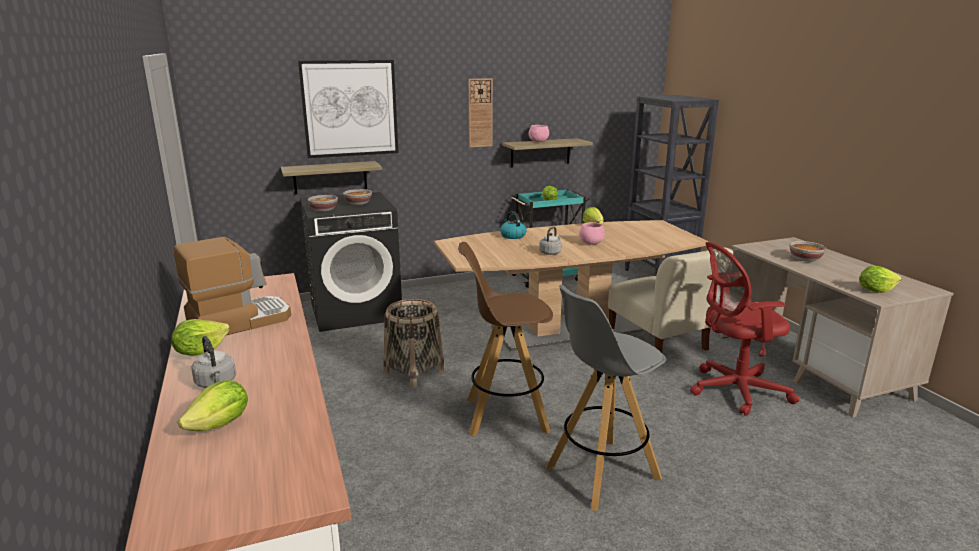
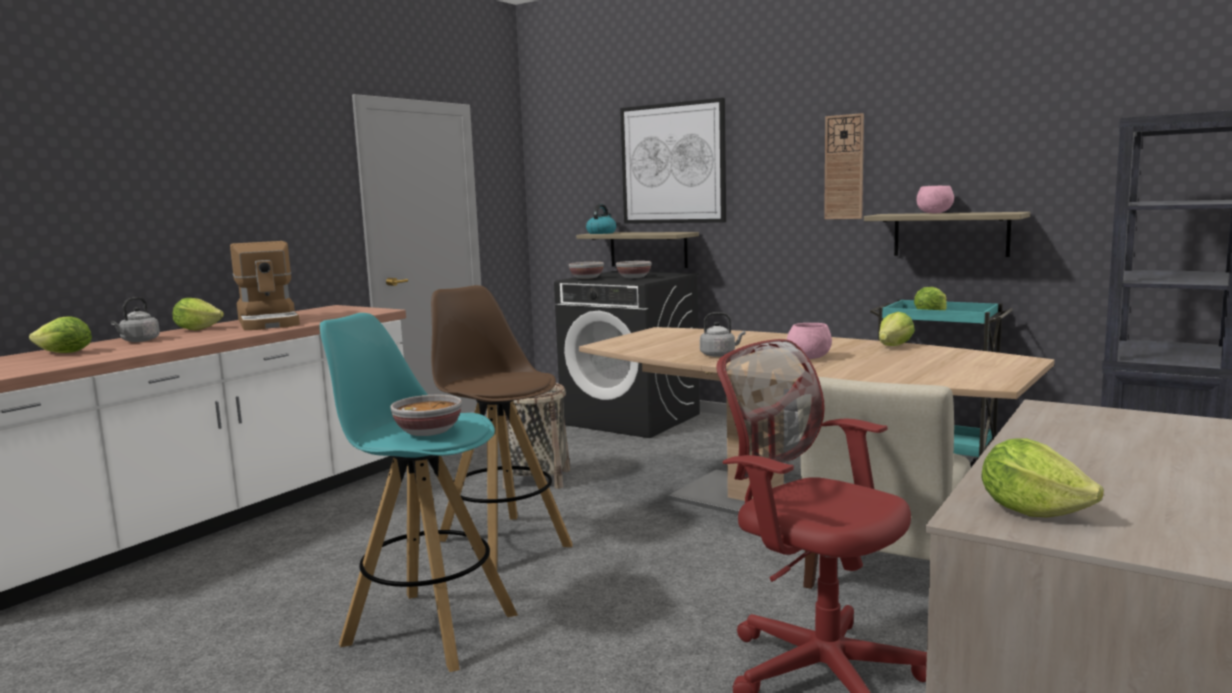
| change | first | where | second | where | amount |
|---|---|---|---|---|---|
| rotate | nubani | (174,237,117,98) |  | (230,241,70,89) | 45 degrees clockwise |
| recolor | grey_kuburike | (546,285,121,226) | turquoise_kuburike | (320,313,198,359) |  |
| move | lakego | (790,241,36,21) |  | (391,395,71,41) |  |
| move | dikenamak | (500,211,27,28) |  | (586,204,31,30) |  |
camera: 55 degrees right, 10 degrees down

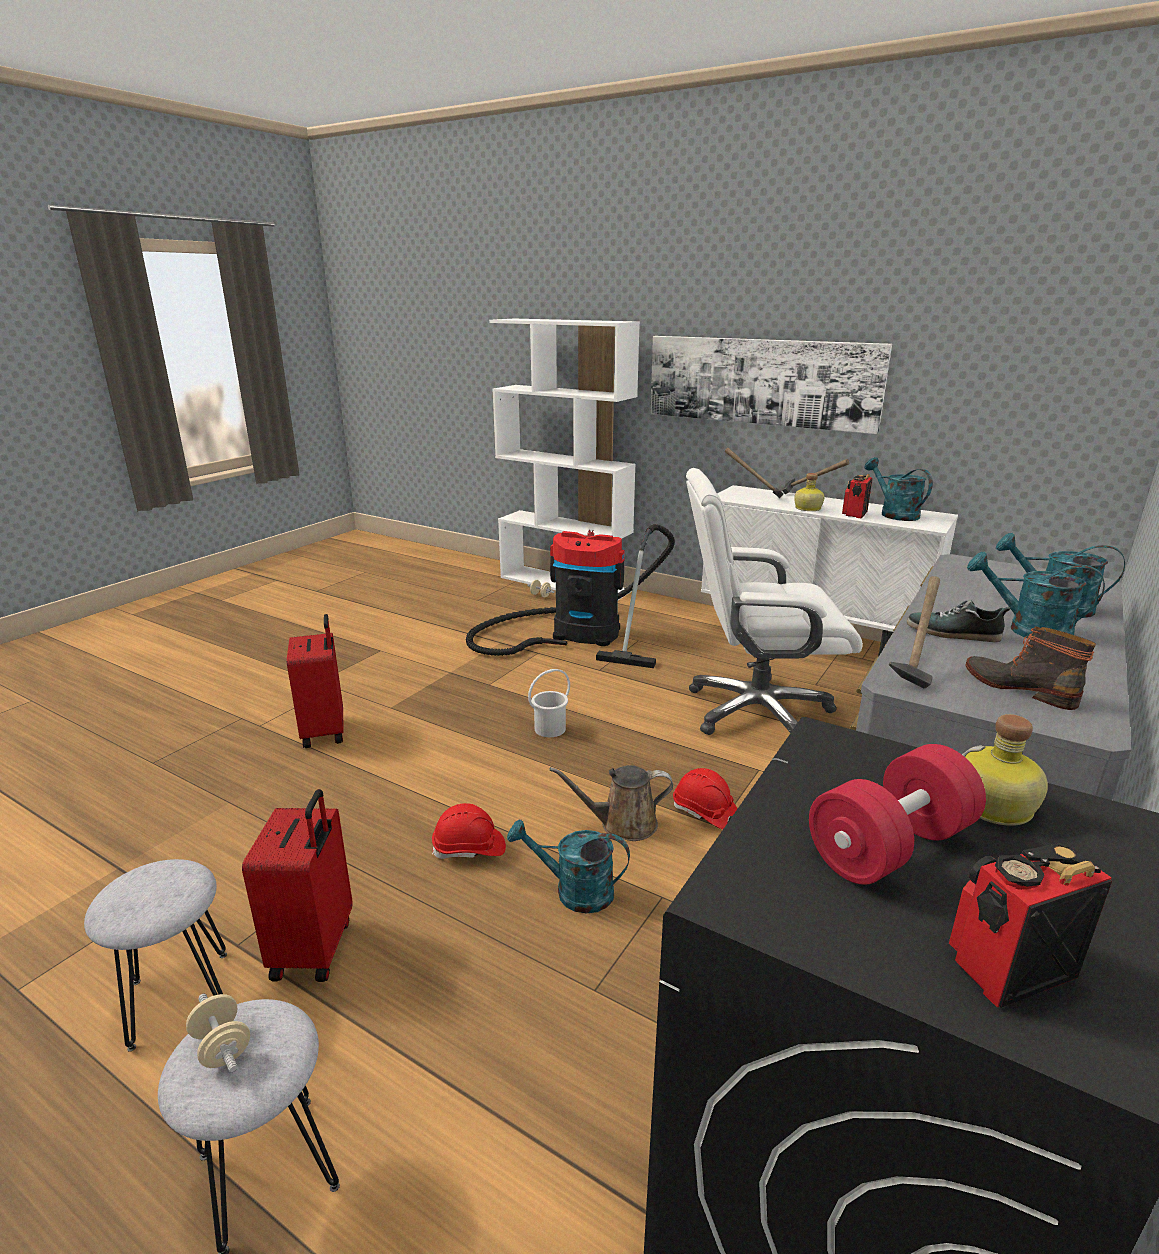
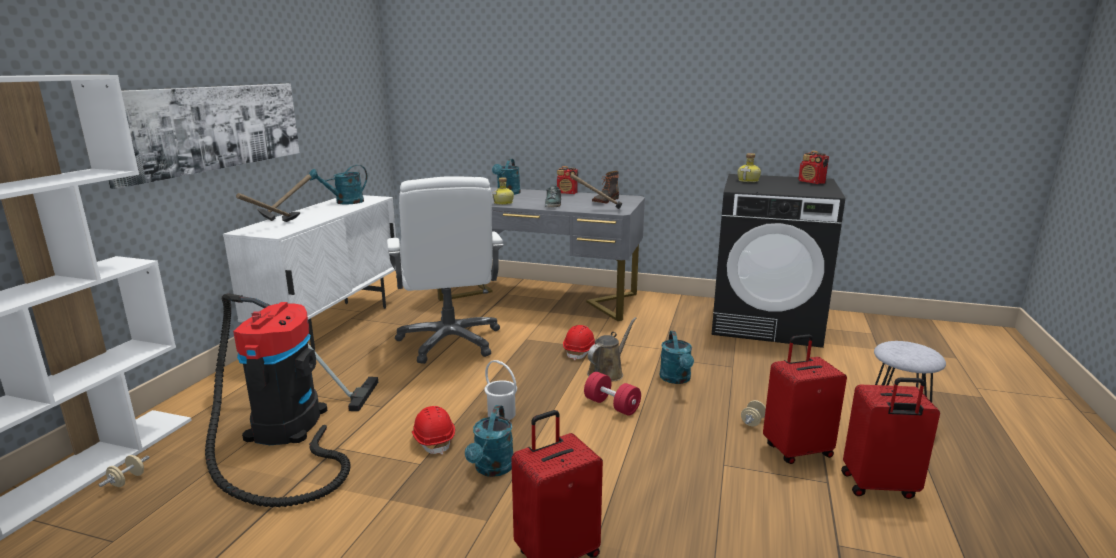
| change | first | where | second | where | amount |
|---|---|---|---|---|---|
| move | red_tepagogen | (432,803,74,56) |  | (412,406,43,49) |  |
| move | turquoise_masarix | (967,552,138,86) |  | (465,405,48,72) |  |
| move | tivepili | (794,473,31,38) |  | (493,177,21,28) |  |
| move | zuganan | (842,474,31,44) |  | (557,166,21,28) |  |
| move | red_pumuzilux | (809,744,177,141) |  | (584,372,57,44) |  |
| rotate | brown_masarix | (550,765,123,76) |  | (587,317,50,65) | 120 degrees counterclockwise |
| move | beige_pumuzilux | (186,994,64,78) |  | (741,400,25,26) |  |
| replace | grey_kuburike | (84,859,143,193) | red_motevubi | (841,377,99,122) |  |
camera: 105 degrees left, 5 degrees down

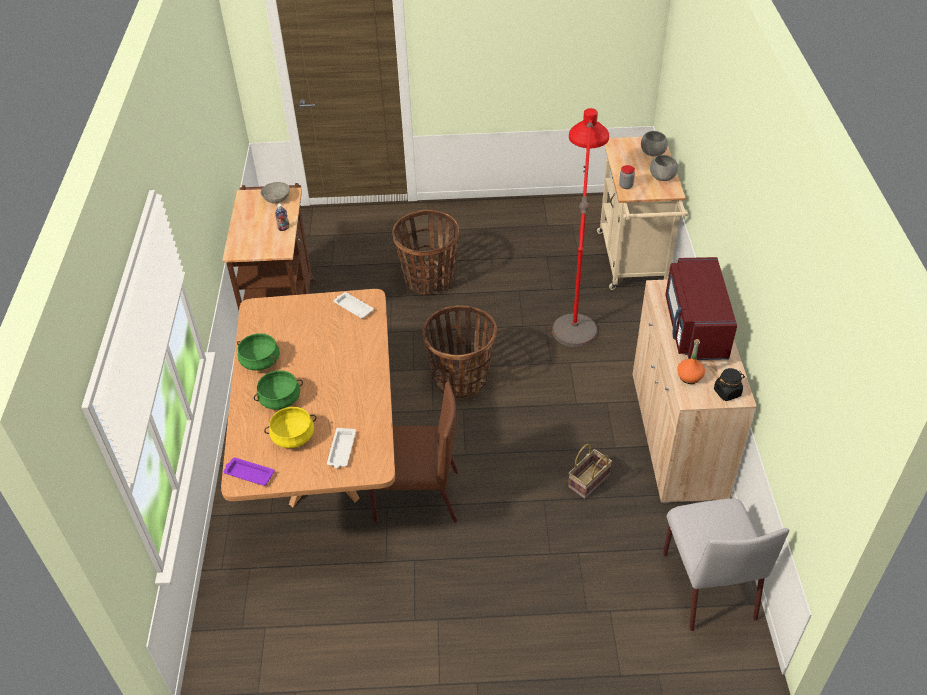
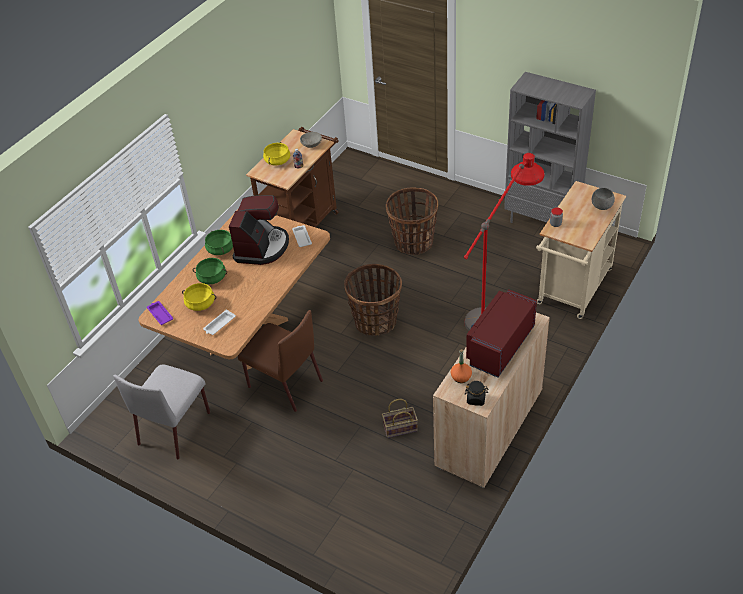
| change | first | where | second | where | amount |
|---|---|---|---|---|---|
| move | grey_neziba | (663,498,126,133) |  | (113,365,97,94) |  |
| insert |  |  | nubani | (229,195,60,70) |  |
| insert |  |  | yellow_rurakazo | (263,142,27,24) |  |
| insert |  |  | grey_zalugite | (504,72,92,151) |  |
| delete | grey_lakego | (650,155,28,26) |  |  |  |
camera: 35 degrees right, 0 degrees up

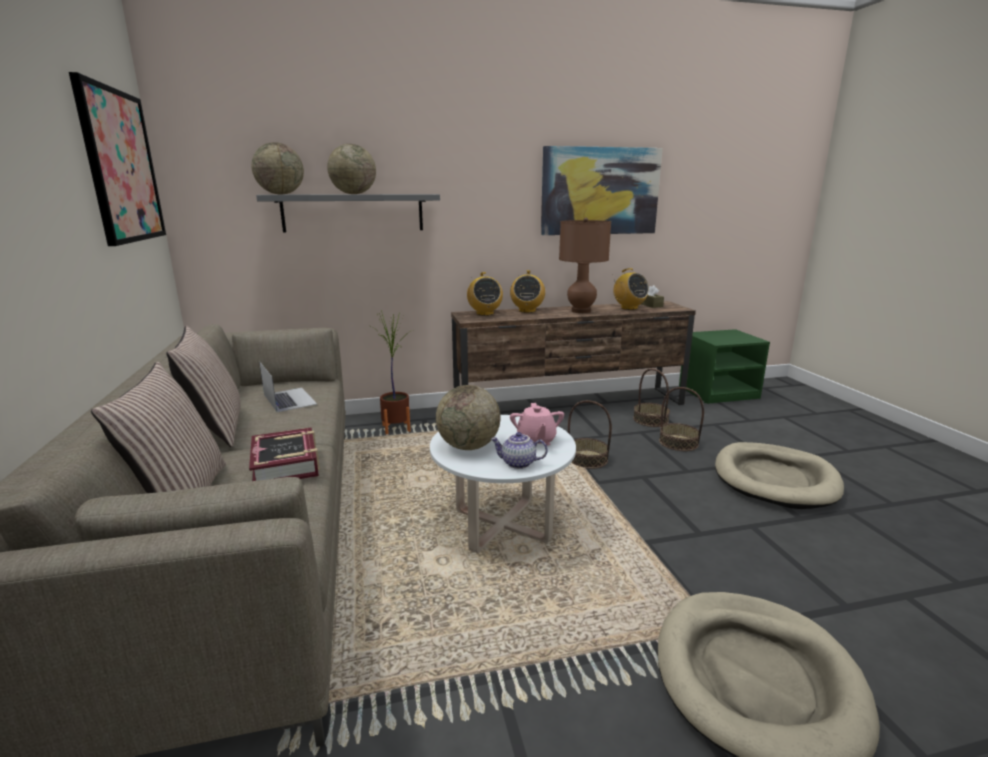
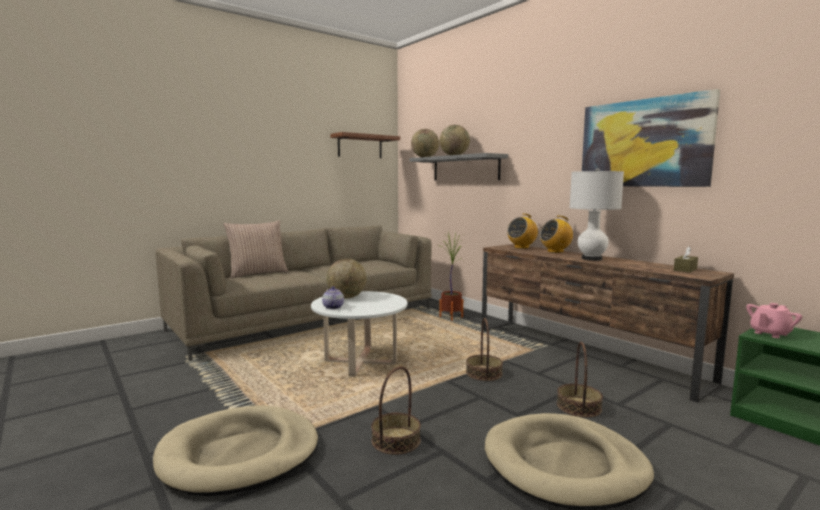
| change | first | where | second | where | amount |
|---|---|---|---|---|---|
| replace | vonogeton | (69,72,97,174) | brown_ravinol | (330,132,70,26) |  |
| move | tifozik | (633,368,37,59) |  | (371,366,50,89) |  |
| recolor | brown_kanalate | (559,218,52,95) | white_kanalate | (569,168,55,93) |  |
| move | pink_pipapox | (510,403,54,43) |  | (746,303,56,35) |  |
| delete | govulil | (166,326,75,121) |  |  |  |
| delete | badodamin | (249,427,71,54) |  |  |  |
| delete | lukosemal | (259,362,58,50) |  |  |  |
| delete | zuganan | (612,268,37,42) |  |  |  |
camera: 65 degrees right, 10 degrees down

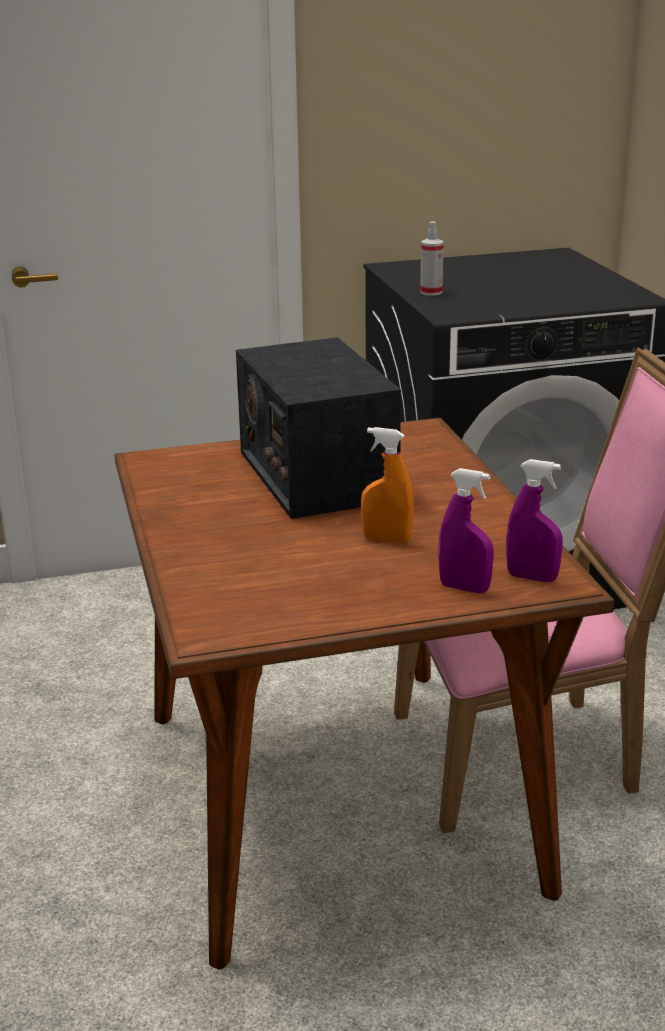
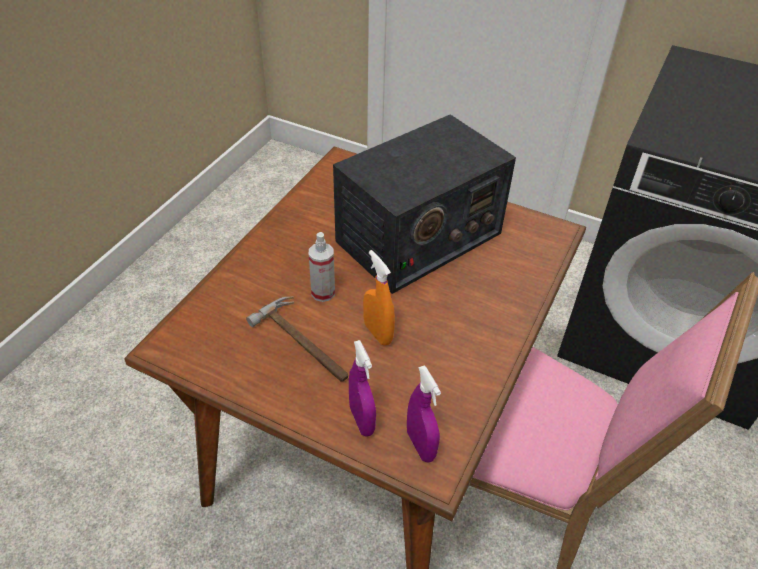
| change | first | where | second | where | amount |
|---|---|---|---|---|---|
| insert |  |  | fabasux | (246,297,102,85) |  |
| move | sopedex | (420,221,24,75) |  | (309,232,26,70) |  |
| rotate | zuganan | (236,337,165,182) |  | (333,114,183,180) | 150 degrees counterclockwise |
camera: 40 degrees right, 20 degrees up

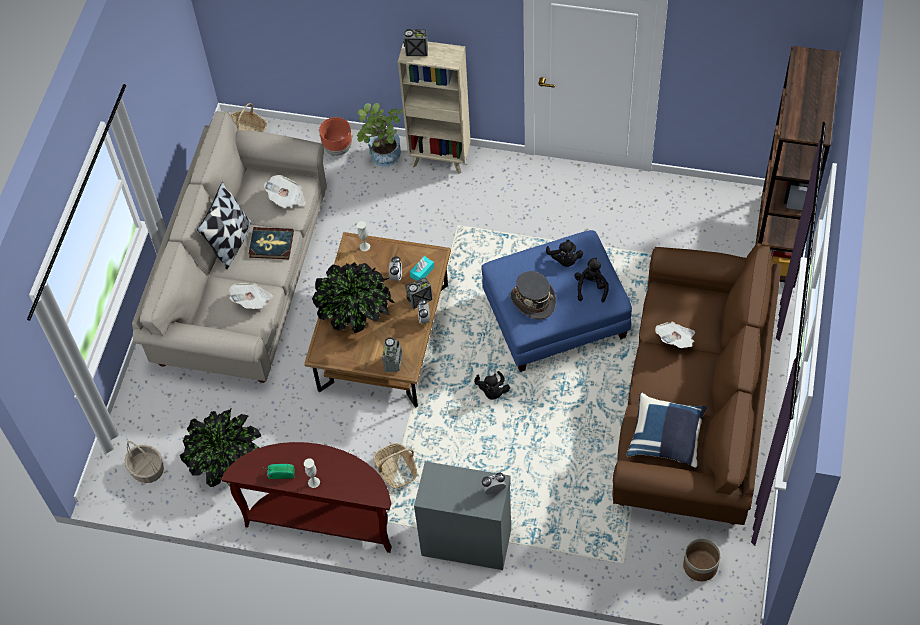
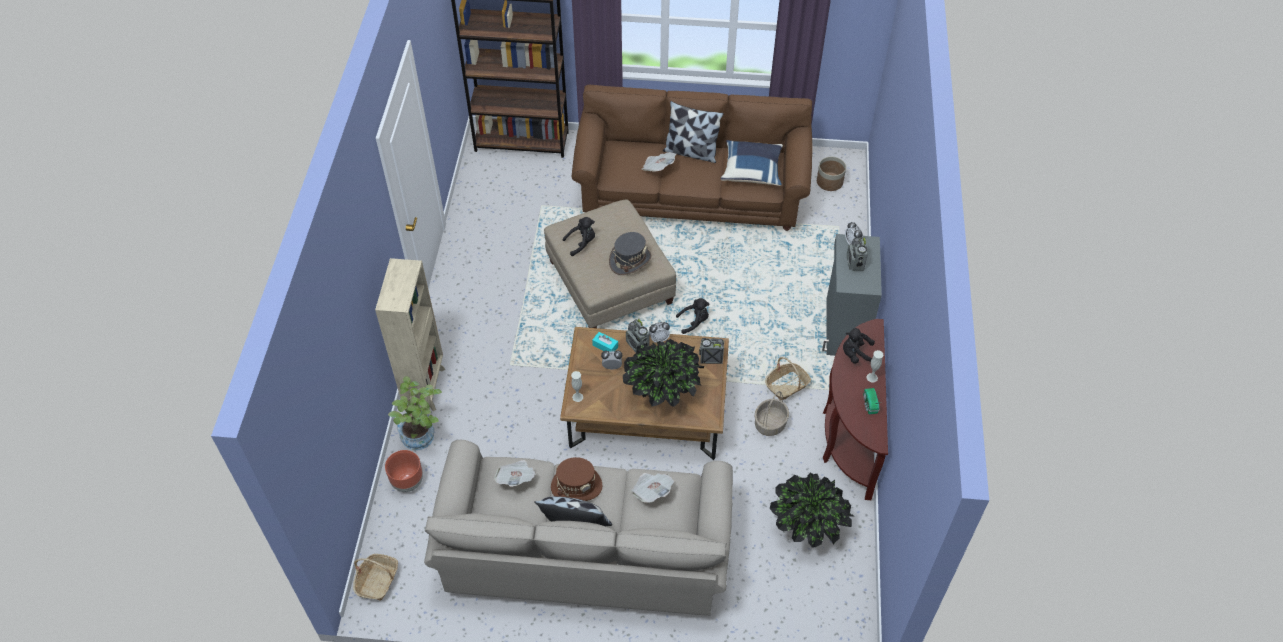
| change | first | where | second | where | amount |
|---|---|---|---|---|---|
| recolor | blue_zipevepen | (481,230,151,142) | beige_zipevepen | (544,200,132,128) |  |
| replace | badodamin | (249,227,45,32) | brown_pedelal | (551,457,52,44) |  |
| insert |  |  | govulil | (663,101,61,62) |  |
| move | tifozik | (125,441,39,42) |  | (755,391,34,45) |  |
| move | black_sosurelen | (574,257,35,45) |  | (843,328,32,36) |  |
| move | zuganan | (403,29,25,27) |  | (847,237,21,34) |  |
camera: 100 degrees left, 5 degrees down

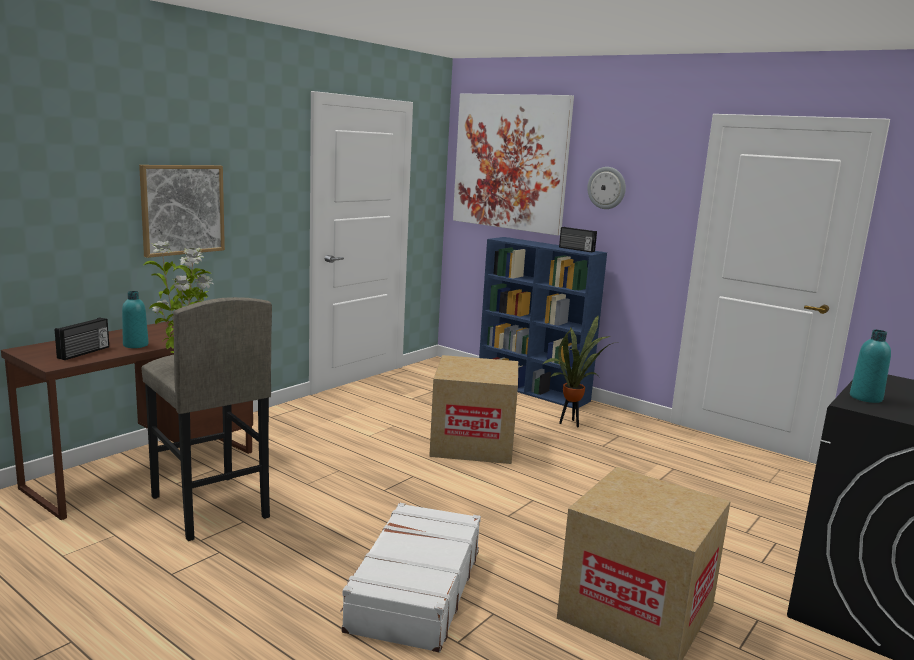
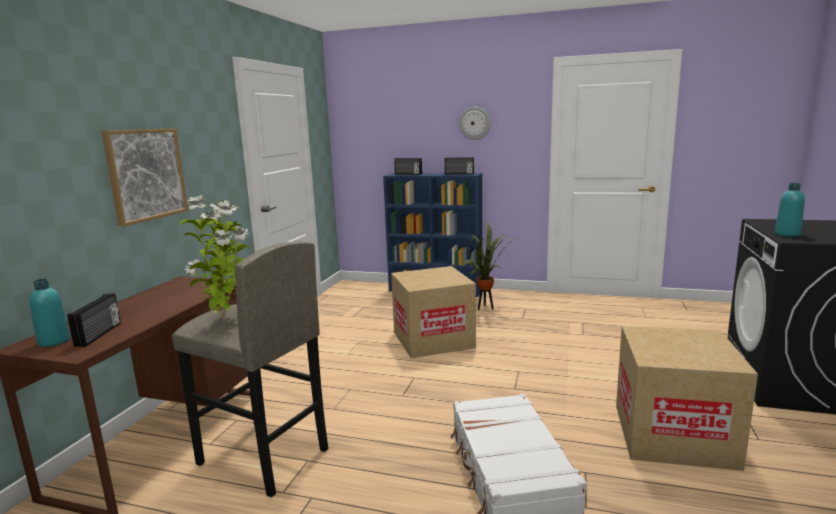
| change | first | where | second | where | amount |
|---|---|---|---|---|---|
| move | turquoise_tivepili | (122,291,27,57) |  | (29,279,41,68) |  |
| insert |  |  | zuganan | (394,158,28,17) |  |
| delete | vonogeton | (453,93,121,142) |  |  |  |
camera: 20 degrees left, 0 degrees up

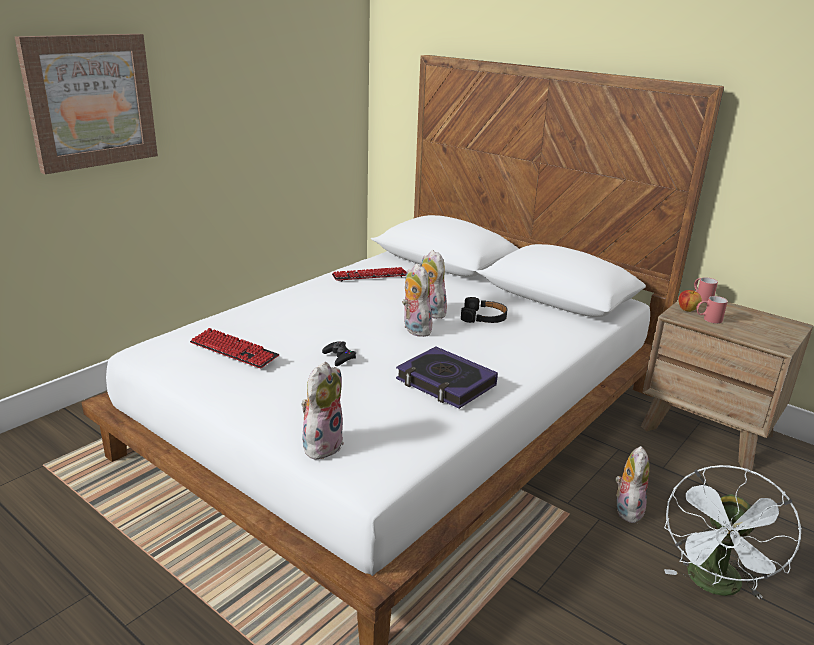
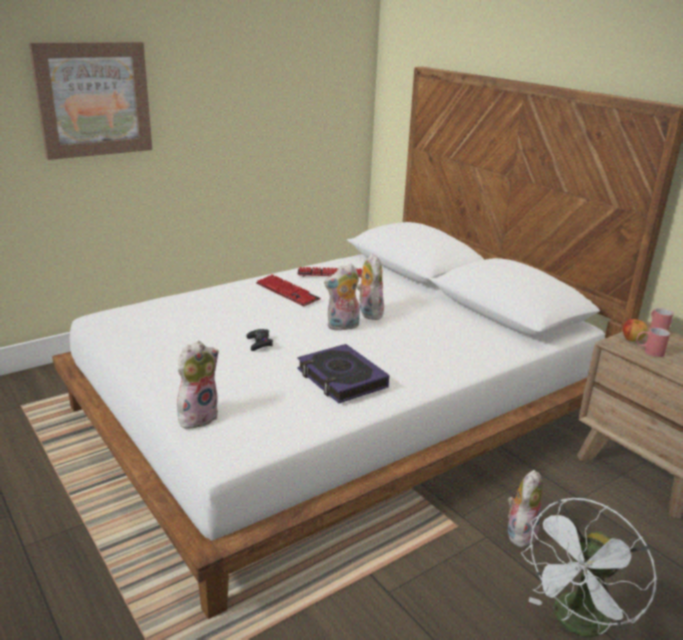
| change | first | where | second | where | amount |
|---|---|---|---|---|---|
| move | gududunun | (190,328,89,40) |  | (256,274,65,32) |  |
| rotate | sosurelen | (402,264,30,73) |  | (324,264,36,67) | 105 degrees counterclockwise |
| delete | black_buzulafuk | (461,297,46,26) |  |  |  |
camera: 15 degrees right, 0 degrees up

